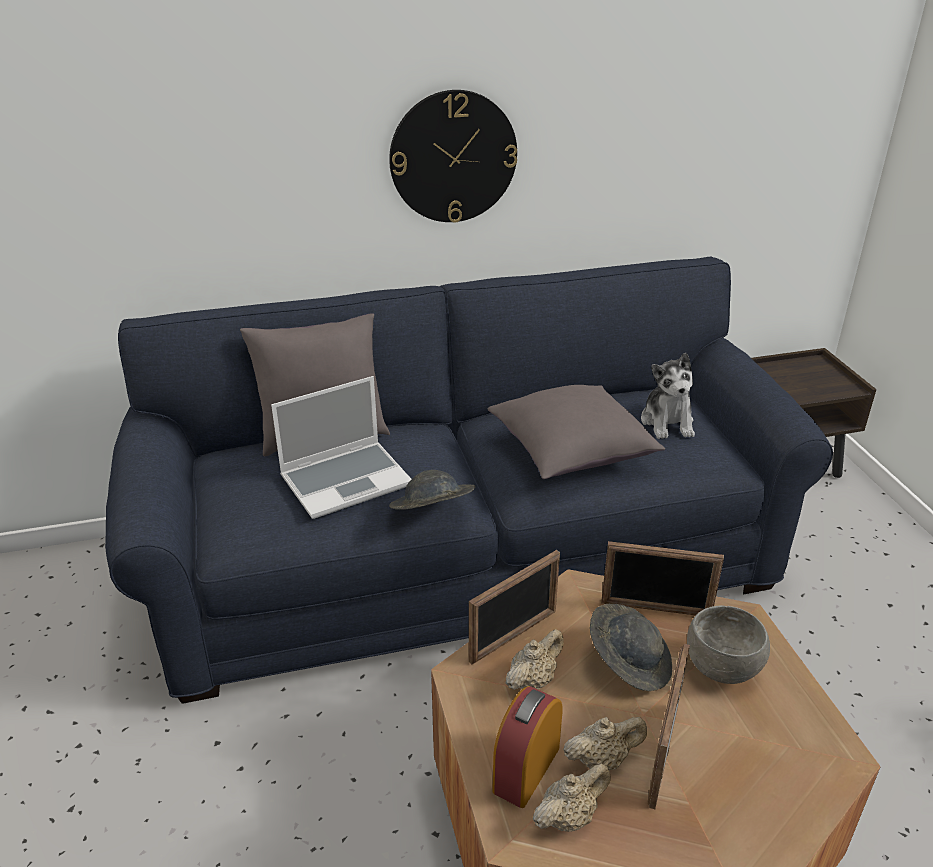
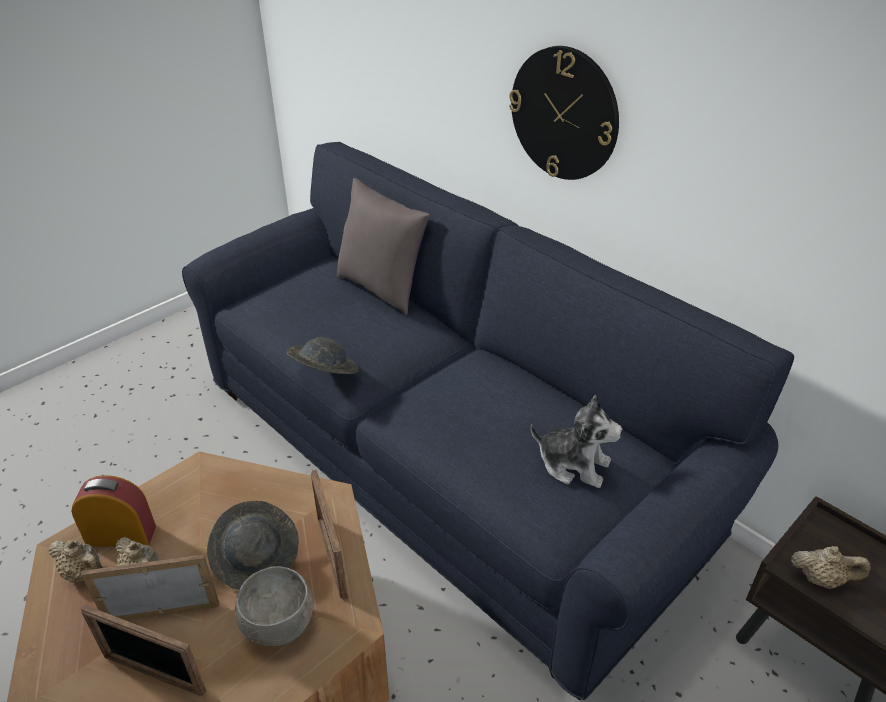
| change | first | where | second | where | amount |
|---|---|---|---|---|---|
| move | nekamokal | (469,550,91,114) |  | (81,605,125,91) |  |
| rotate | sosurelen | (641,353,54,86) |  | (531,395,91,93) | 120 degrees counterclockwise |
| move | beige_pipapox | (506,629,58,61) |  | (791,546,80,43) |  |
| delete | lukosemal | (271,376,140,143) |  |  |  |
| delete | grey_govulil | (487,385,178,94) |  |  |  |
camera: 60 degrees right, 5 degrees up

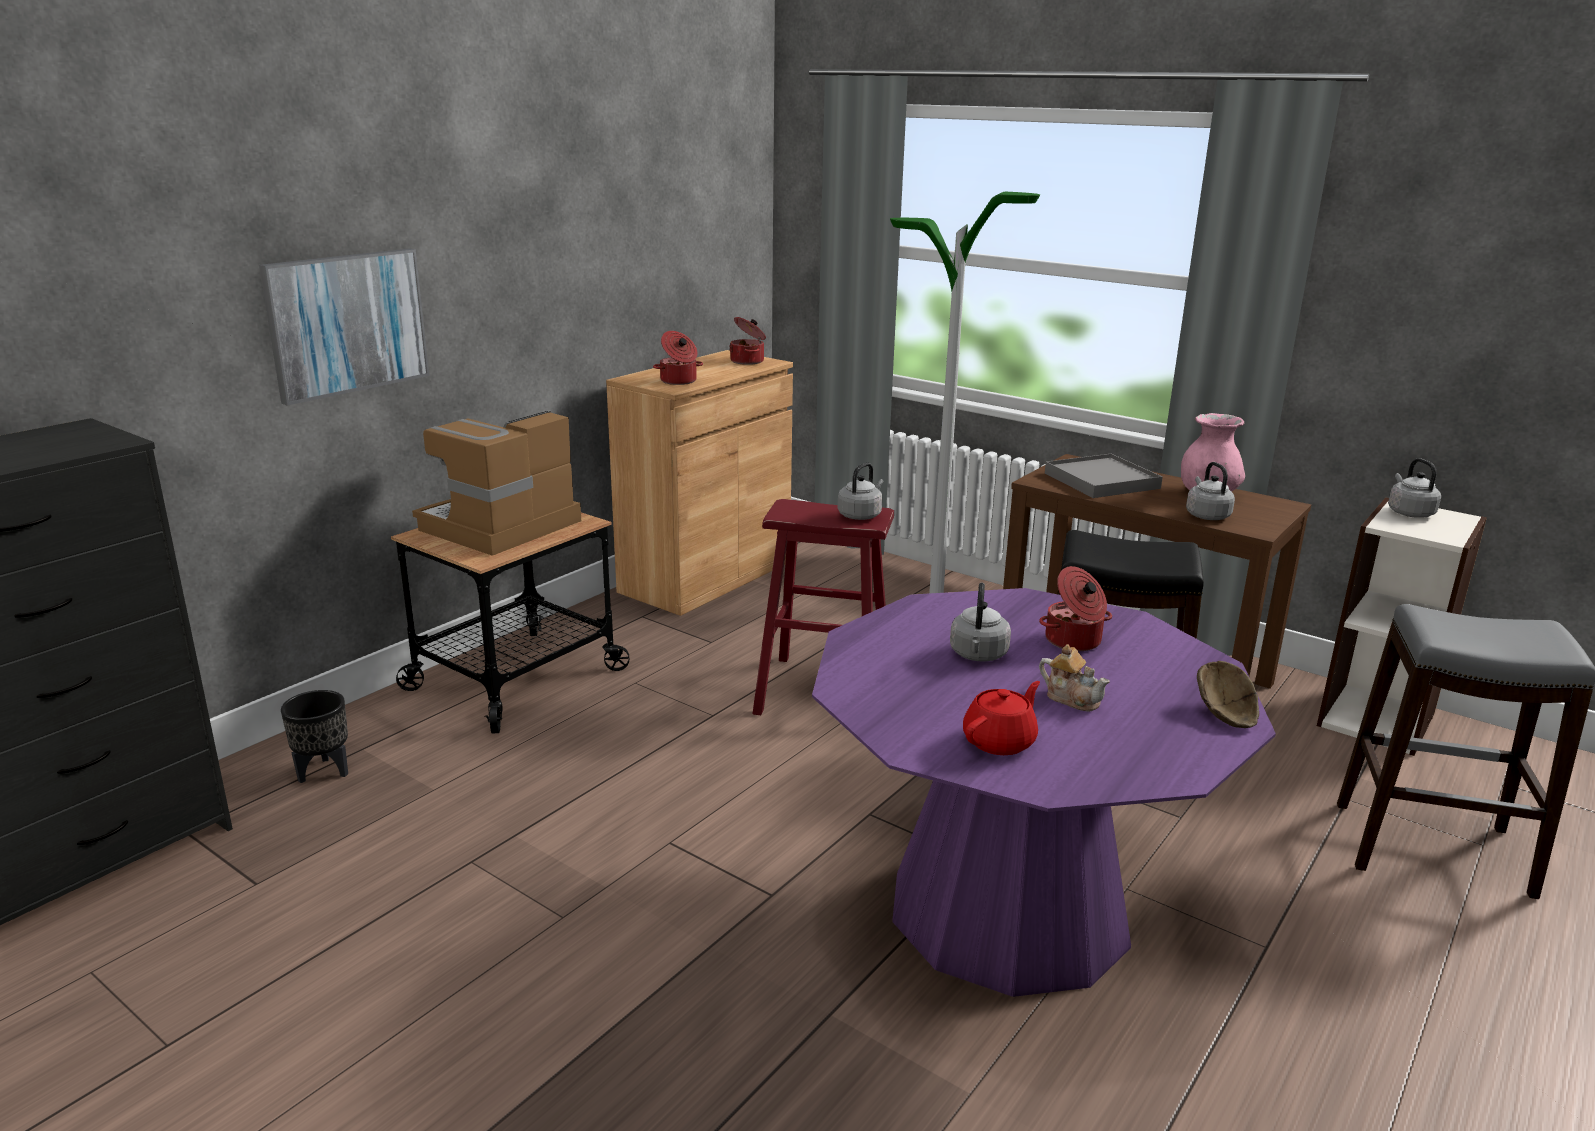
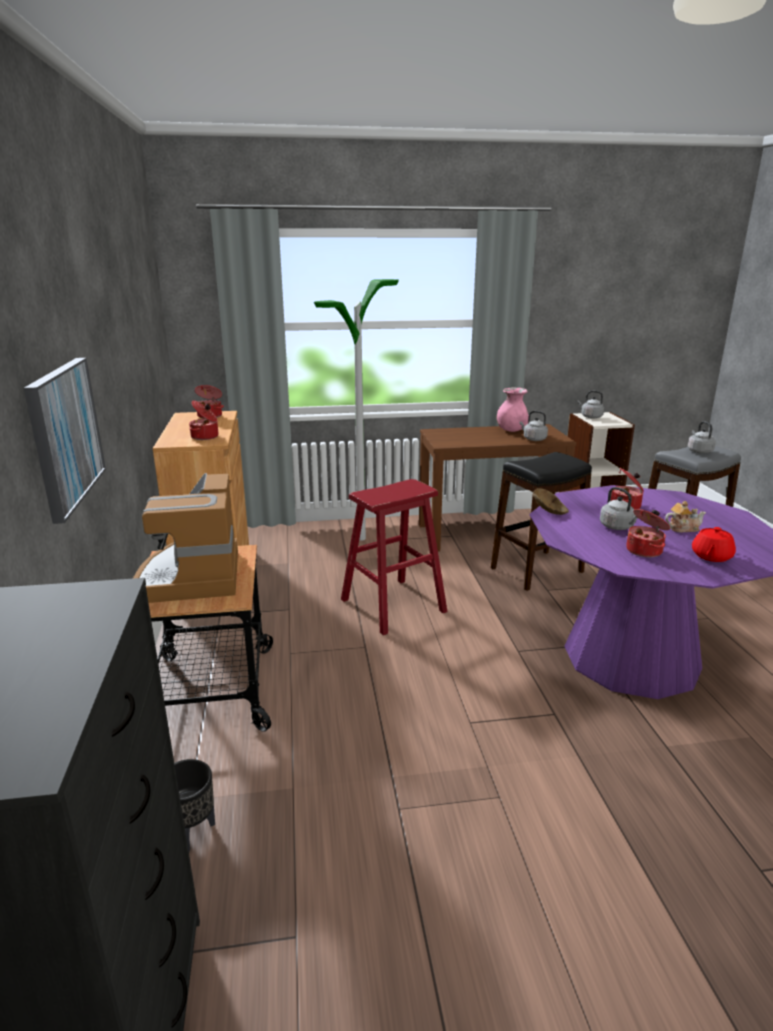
| change | first | where | second | where | amount |
|---|---|---|---|---|---|
| move | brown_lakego | (1197,661,62,67) |  | (533,489,36,26) |  |
| insert |  |  | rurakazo | (626,509,44,48) |  |
| move | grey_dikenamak | (838,463,46,57) |  | (688,421,28,33) |  |
| rotate | red_pipapox | (963,681,77,74) |  | (692,527,44,35) | 150 degrees counterclockwise |
| delete | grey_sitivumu | (1045,454,118,44) |  |  |  |
camera: 45 degrees left, 0 degrees up

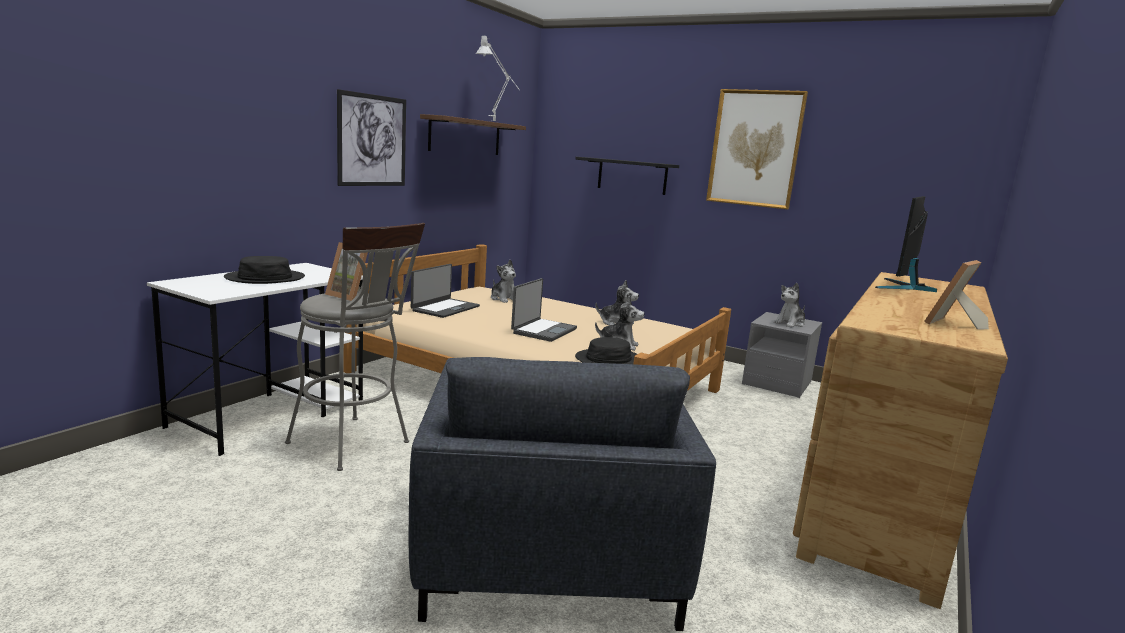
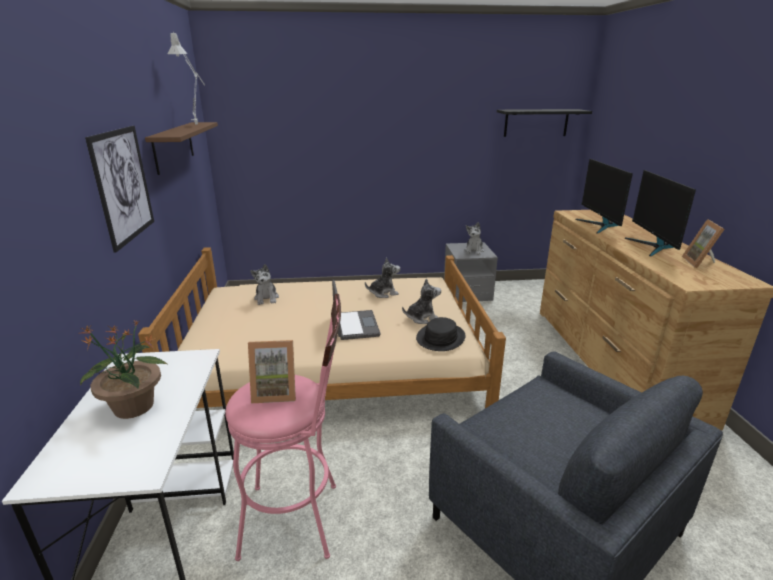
| change | first | where | second | where | amount |
|---|---|---|---|---|---|
| replace | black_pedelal | (224,256,81,28) | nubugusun | (80,320,87,99) |  |
| recolor | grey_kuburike | (285,223,140,248) | pink_kuburike | (225,294,116,267) |  |
| rotate | sosurelen | (491,260,25,43) |  | (250,264,29,41) | 60 degrees clockwise |
| move | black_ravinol | (575,157,104,38) |  | (497,109,95,28) |  |
| insert |  |  | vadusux | (624,170,72,86) |  |
| delete | lukosemal | (411,264,69,54) |  |  |  |
| delete | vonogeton | (706,89,102,120) |  |  |  |
camera: 35 degrees left, 10 degrees up

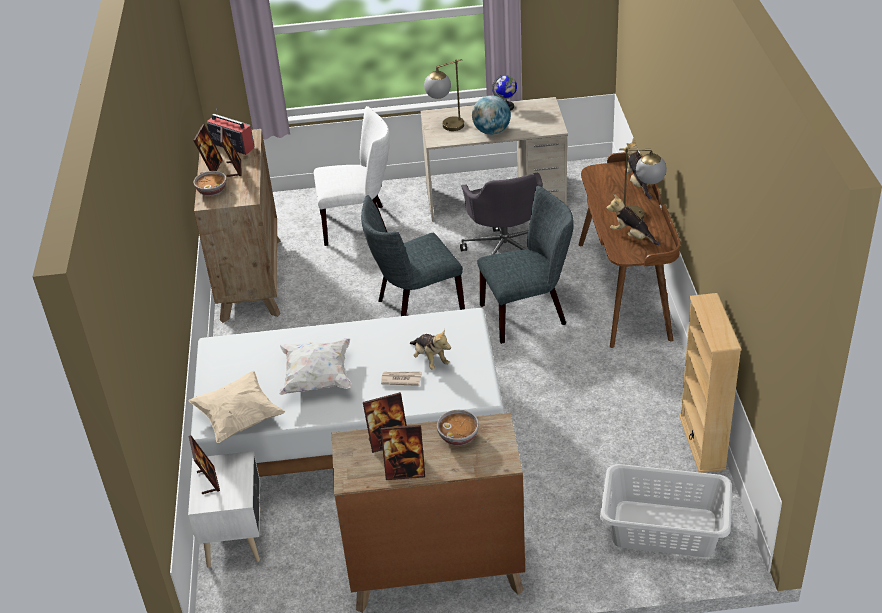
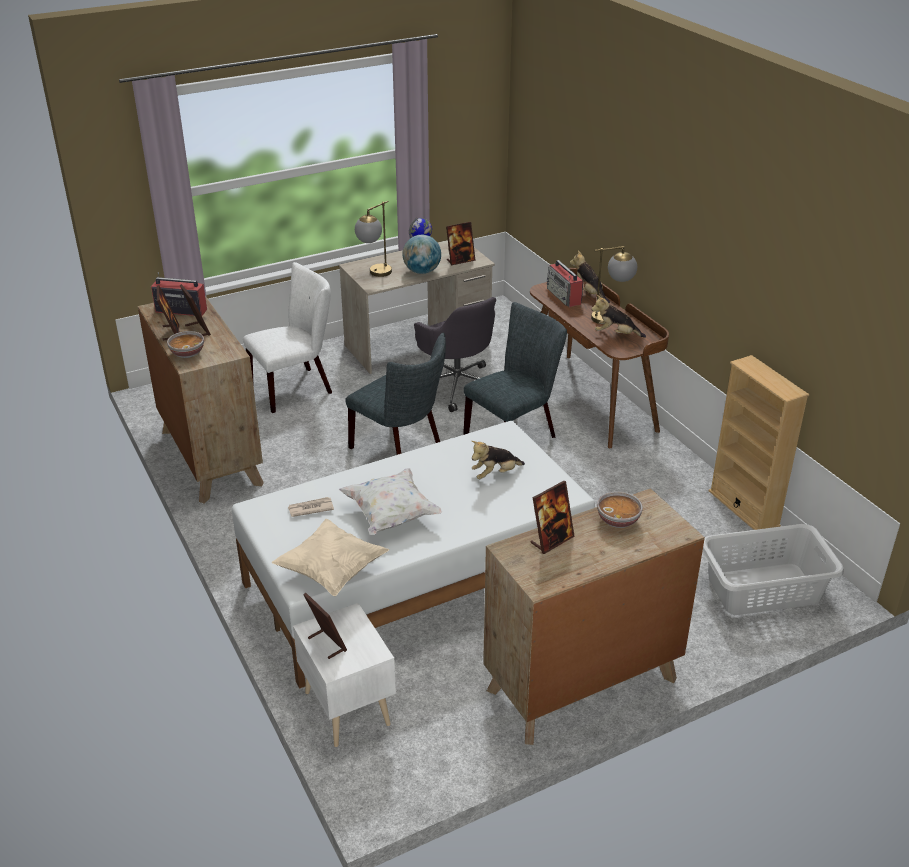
| change | first | where | second | where | amount |
|---|---|---|---|---|---|
| move | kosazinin | (381,372,41,14) |  | (288,497,46,20) |  |
| rotate | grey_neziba | (361,195,104,121) |  | (345,333,101,122) | 90 degrees counterclockwise |
| move | nekamokal | (381,425,44,55) |  | (446,222,30,43) |  |
| rotate | sosurelen | (410,329,41,40) |  | (472,441,53,38) | 120 degrees clockwise |
| insert |  |  | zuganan | (547,260,36,47) |  |
camera: 25 degrees left, 5 degrees down

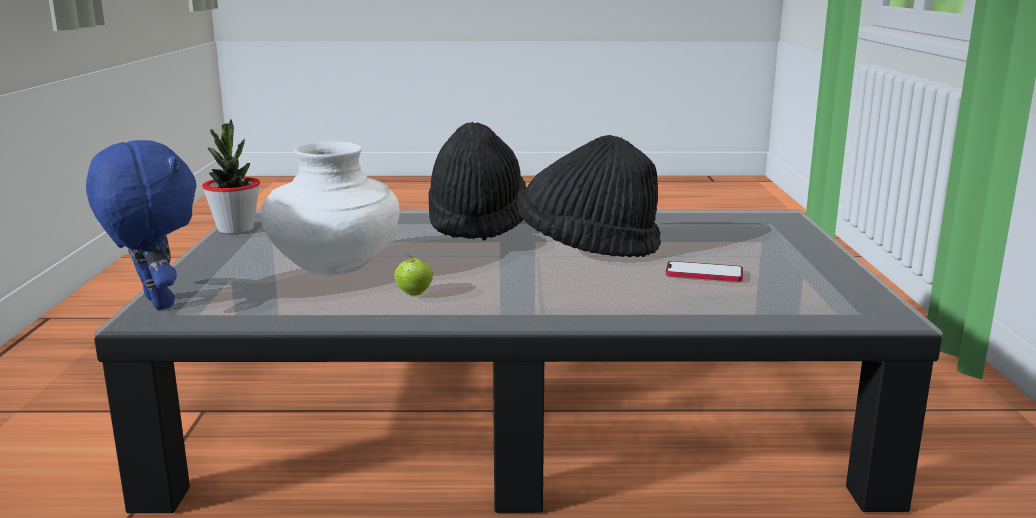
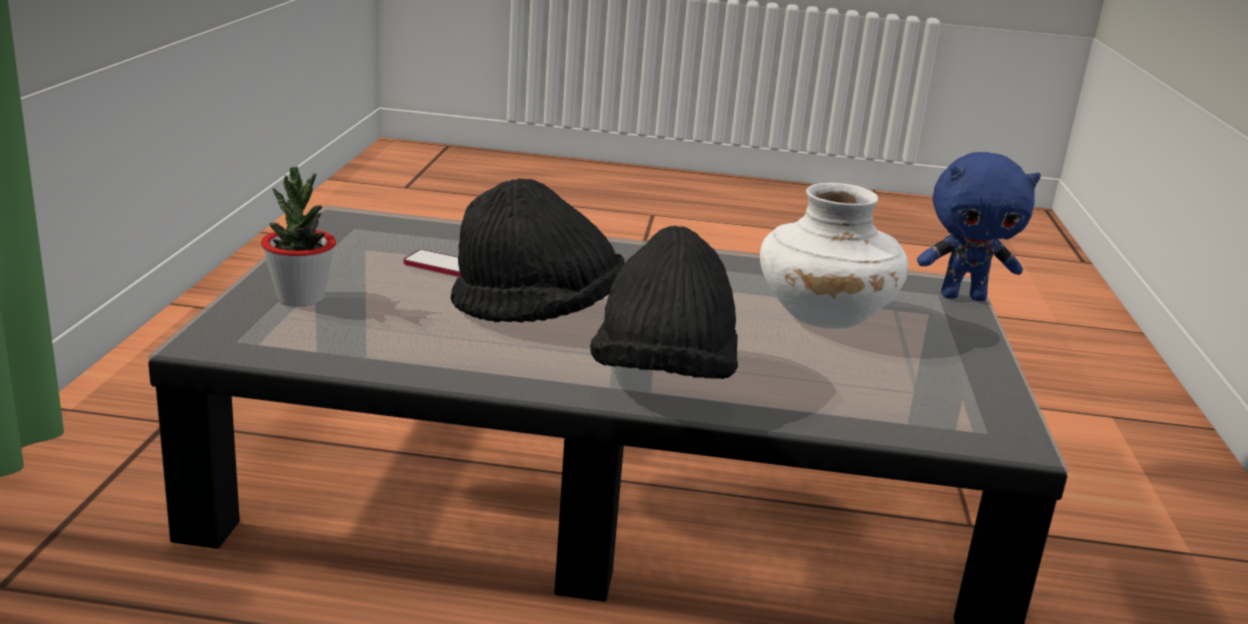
| change | first | where | second | where | amount |
|---|---|---|---|---|---|
| move | nubugusun | (202,120,58,114) |  | (261,167,75,140) |  |
| rotate | blue_sosurelen | (86,140,110,170) |  | (917,152,124,149) | 60 degrees counterclockwise |
| delete | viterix | (394,254,39,42) |  |  |  |
camera: 175 degrees left, 5 degrees up

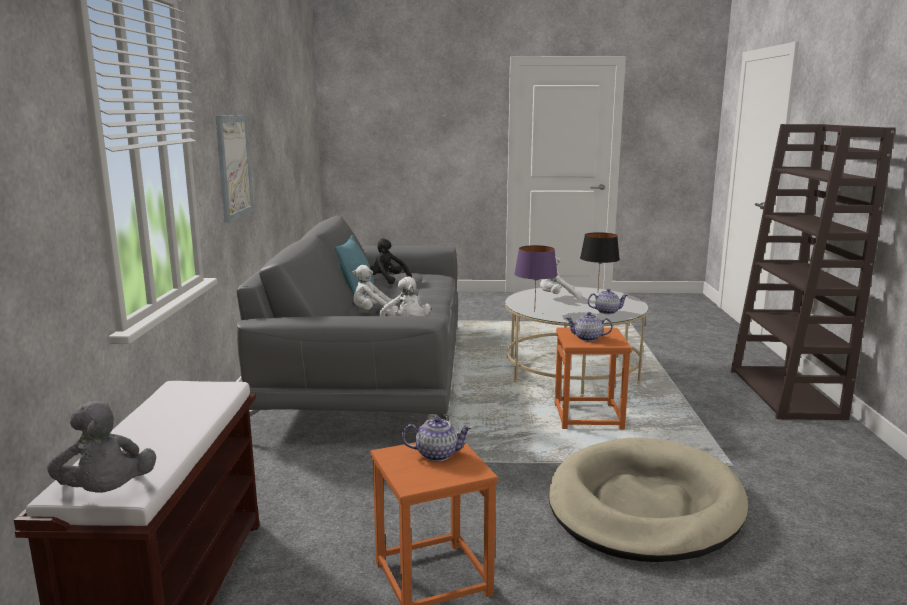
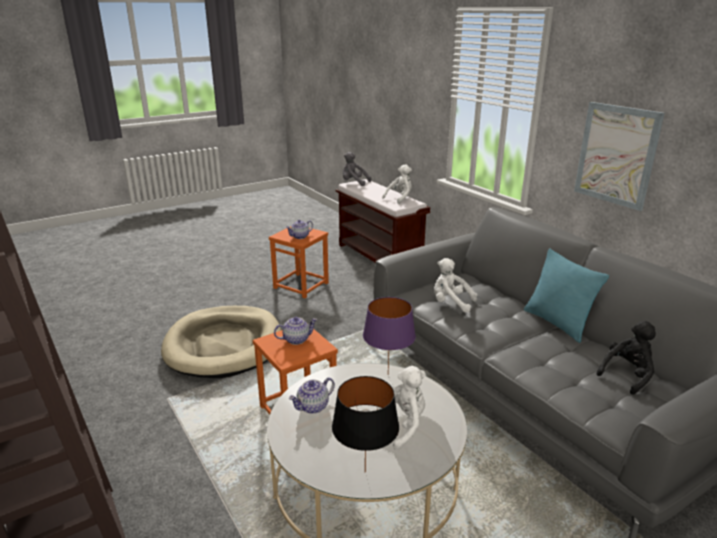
| change | first | where | second | where | amount |
|---|---|---|---|---|---|
| move | white_sosurelen | (352,265,46,46) |  | (382,164,30,40) |  |
| rotate | black_sosurelen | (370,238,42,46) |  | (597,321,59,74) | 45 degrees counterclockwise |
camera: 145 degrees right, 10 degrees up

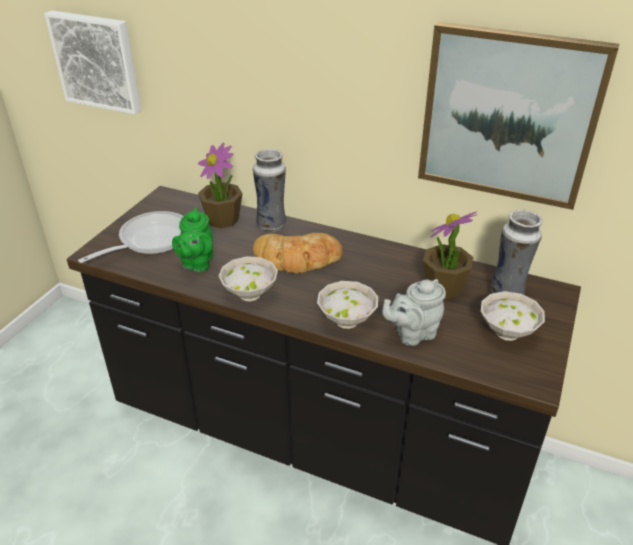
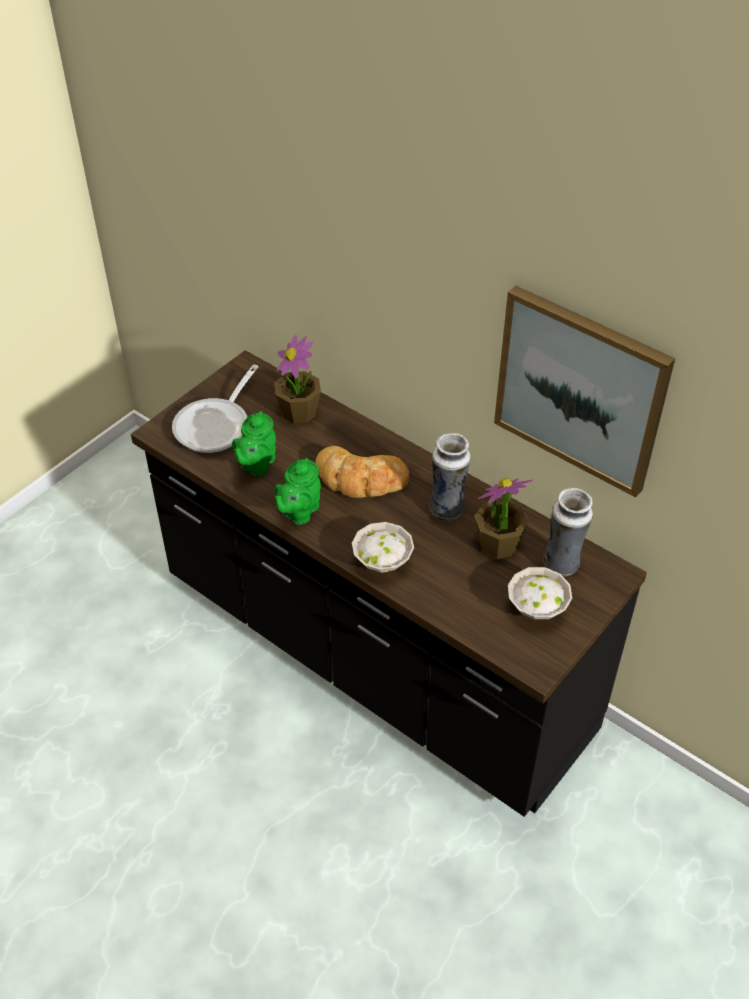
| change | first | where | second | where | amount |
|---|---|---|---|---|---|
| rotate | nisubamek | (78,211,105,52) |  | (172,365,86,88) | 150 degrees clockwise |
| replace | white_lakego | (219,256,59,45) | green_pipapox | (275,458,46,67) |  |
| move | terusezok | (253,149,33,83) |  | (429,433,42,88) |  |
| delete | vonogeton | (44,10,98,105) |  |  |  |
| delete | grey_pipapox | (382,279,64,67) |  |  |  |
camera: 15 degrees right, 10 degrees up

